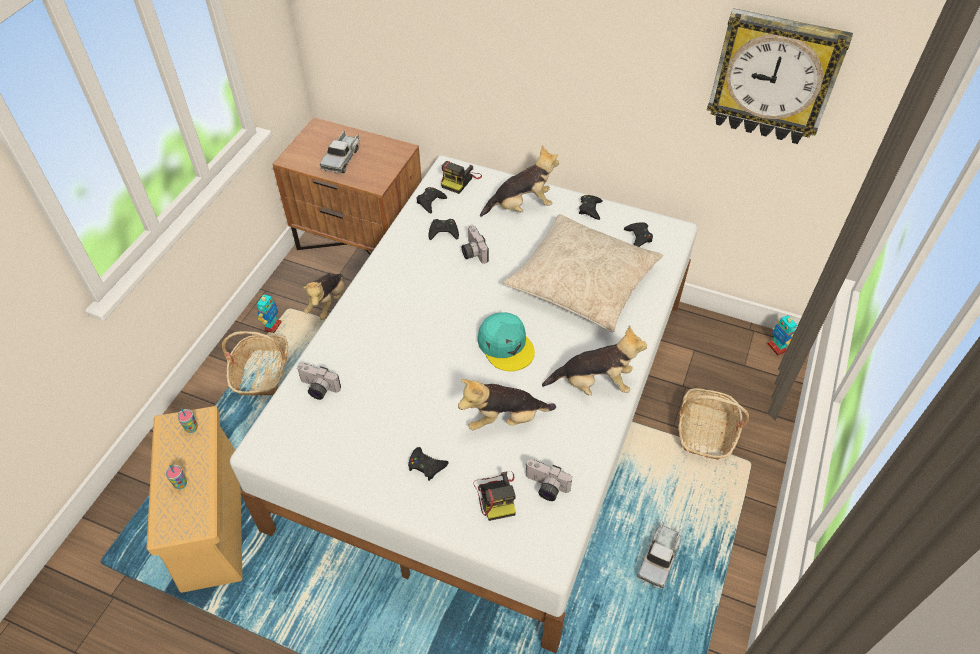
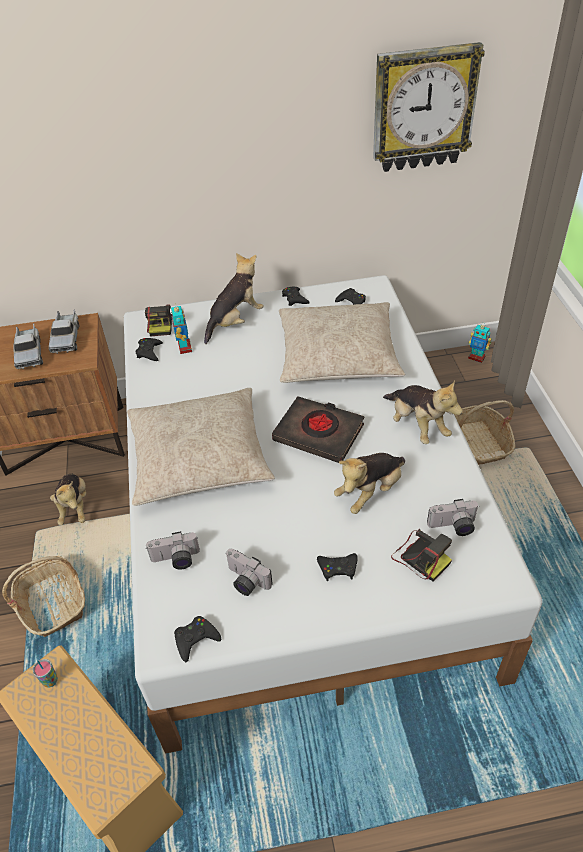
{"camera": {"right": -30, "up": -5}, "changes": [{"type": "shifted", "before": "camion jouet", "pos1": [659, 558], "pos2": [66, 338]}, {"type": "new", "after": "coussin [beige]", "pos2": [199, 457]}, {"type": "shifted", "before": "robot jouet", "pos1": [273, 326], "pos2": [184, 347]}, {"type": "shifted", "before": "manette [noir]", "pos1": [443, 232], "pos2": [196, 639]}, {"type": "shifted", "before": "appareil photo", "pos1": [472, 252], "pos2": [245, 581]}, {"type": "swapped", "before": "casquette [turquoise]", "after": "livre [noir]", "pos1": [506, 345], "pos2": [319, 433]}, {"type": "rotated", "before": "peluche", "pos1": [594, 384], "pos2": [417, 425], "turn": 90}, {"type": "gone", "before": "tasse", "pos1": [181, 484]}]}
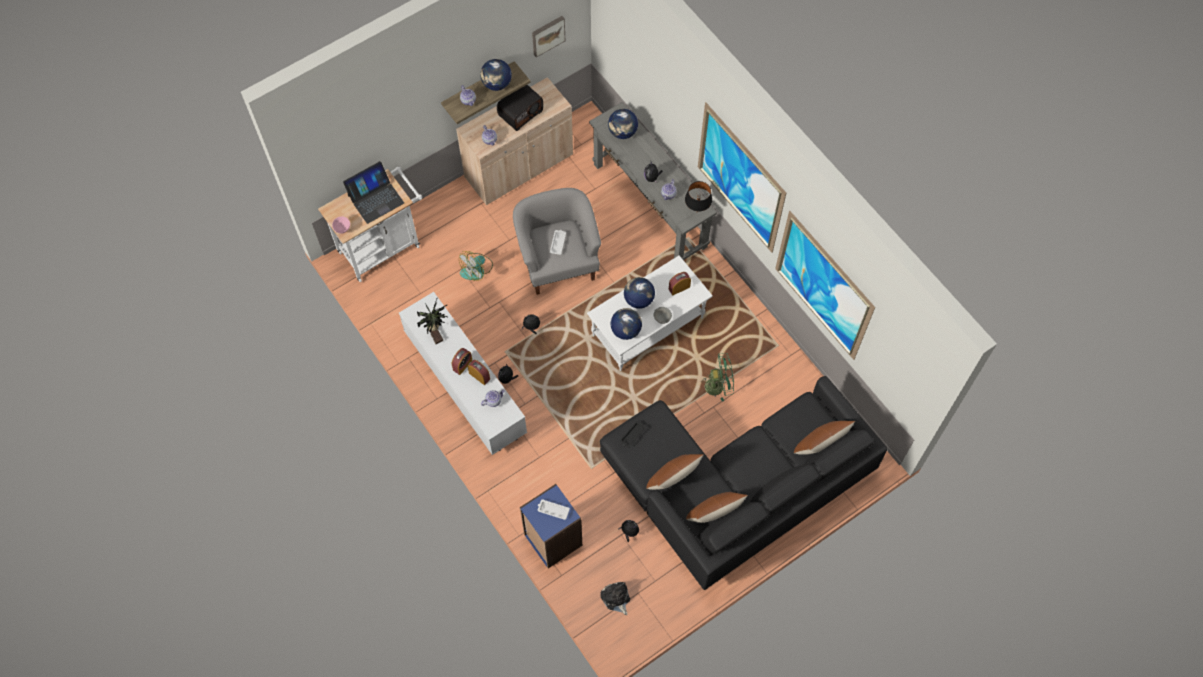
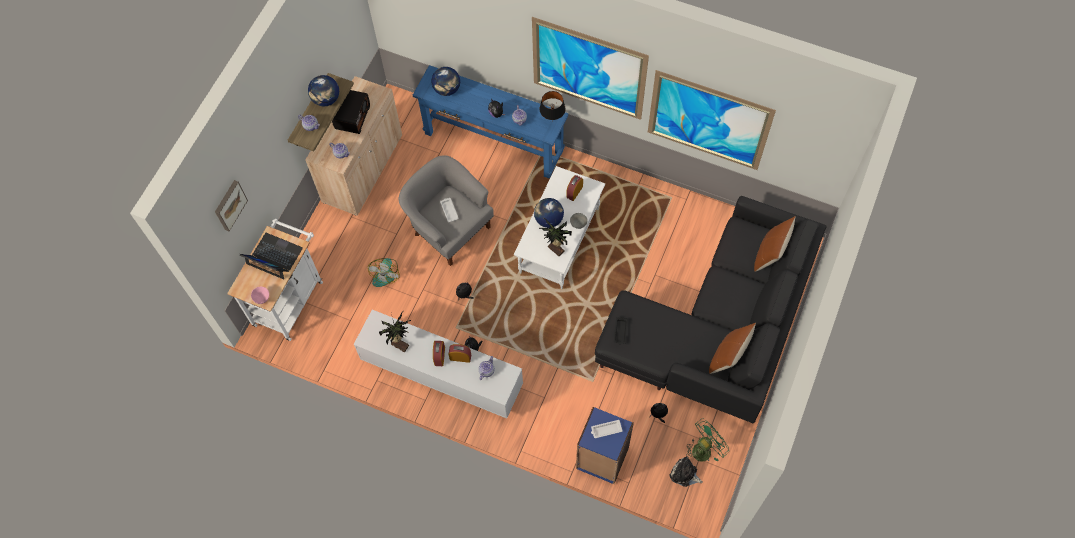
{"camera": {"right": -30, "up": 0}, "changes": [{"type": "shifted", "before": "tableau", "pos1": [547, 35], "pos2": [229, 205]}, {"type": "rotated", "before": "ordinateur portable", "pos1": [375, 199], "pos2": [274, 257], "turn": -90}, {"type": "repainted", "before": "table console [gris]", "after": "table console [bleu]", "pos1": [649, 205], "pos2": [493, 142]}, {"type": "swapped", "before": "globe", "after": "plante en pot", "pos1": [626, 330], "pos2": [555, 250]}, {"type": "shifted", "before": "ventilateur [vert]", "pos1": [718, 385], "pos2": [704, 448]}, {"type": "gone", "before": "coussin [marron]", "pos1": [672, 479]}]}
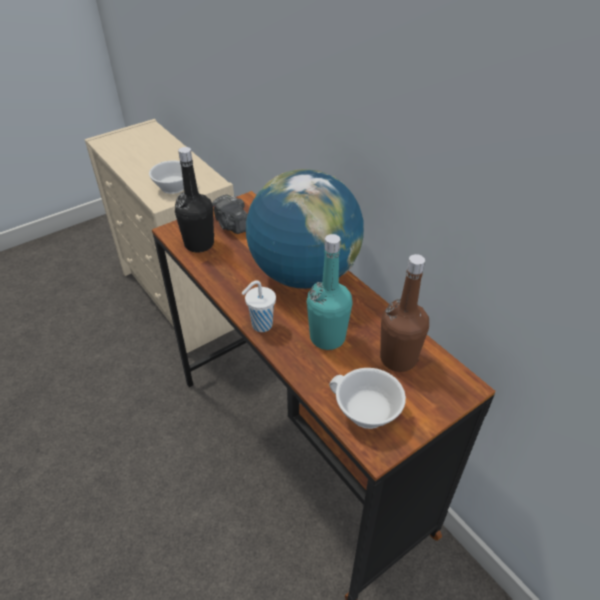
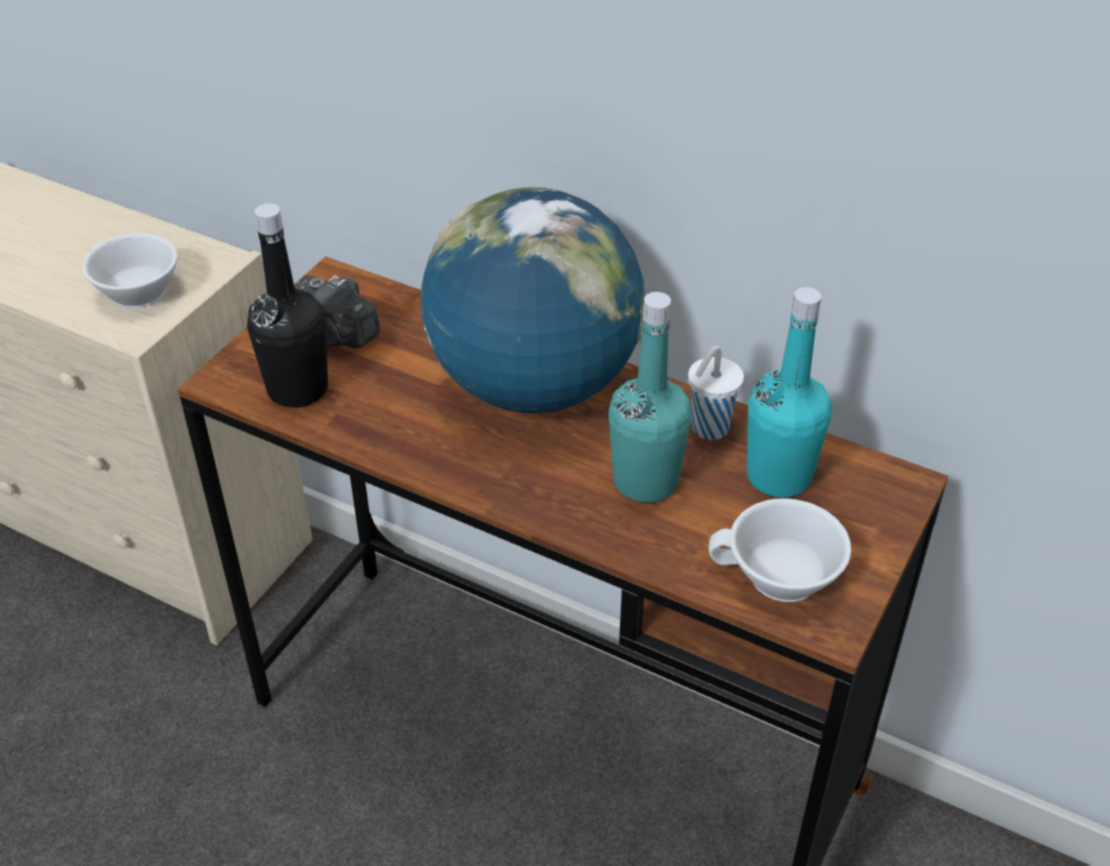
{"camera": {"right": -25, "up": 0}, "changes": [{"type": "shifted", "before": "tasse [blanc]", "pos1": [260, 325], "pos2": [708, 429]}, {"type": "repainted", "before": "bouteille [marron]", "after": "bouteille [turquoise]", "pos1": [398, 358], "pos2": [778, 476]}]}
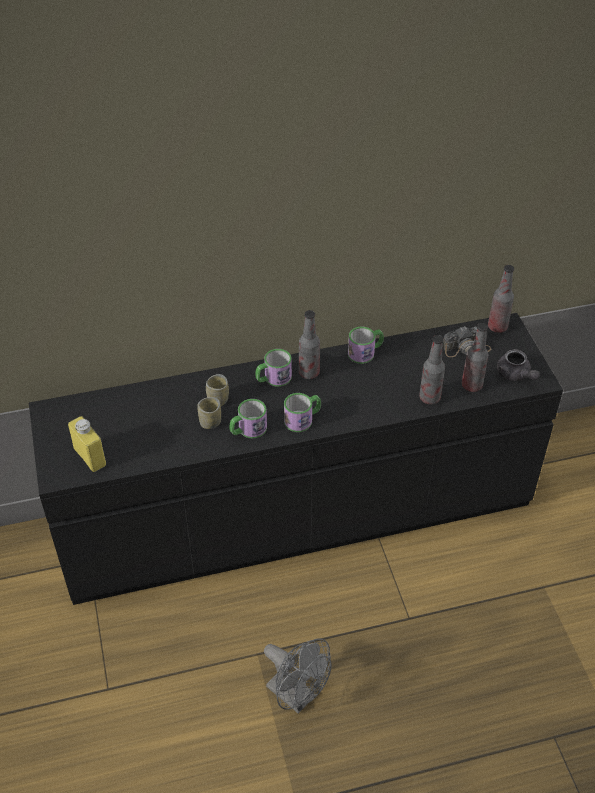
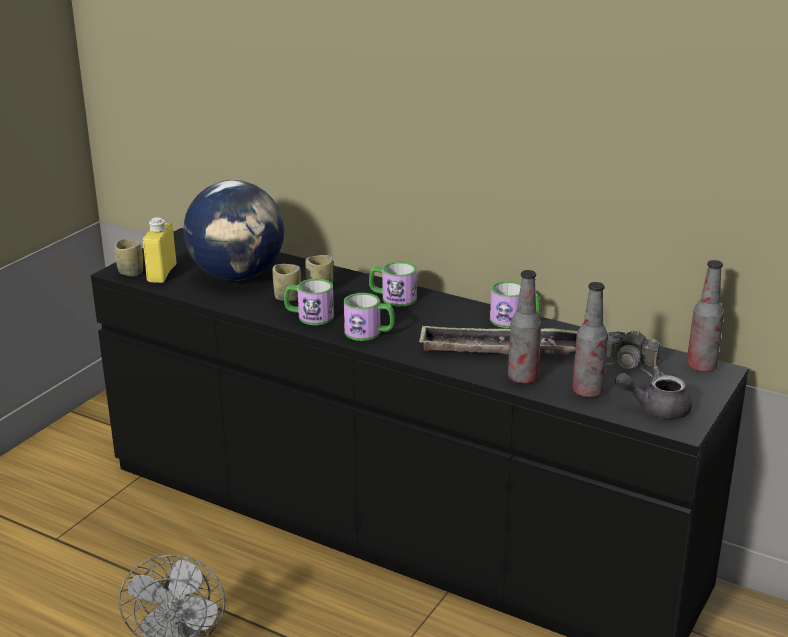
{"camera": {"right": 45, "up": -20}, "changes": [{"type": "new", "after": "tasse", "pos2": [130, 272]}, {"type": "new", "after": "globe", "pos2": [237, 276]}, {"type": "new", "after": "plateau", "pos2": [501, 349]}, {"type": "rotated", "before": "théière [gris]", "pos1": [515, 375], "pos2": [655, 408], "turn": 75}, {"type": "gone", "before": "bouteille", "pos1": [309, 373]}]}
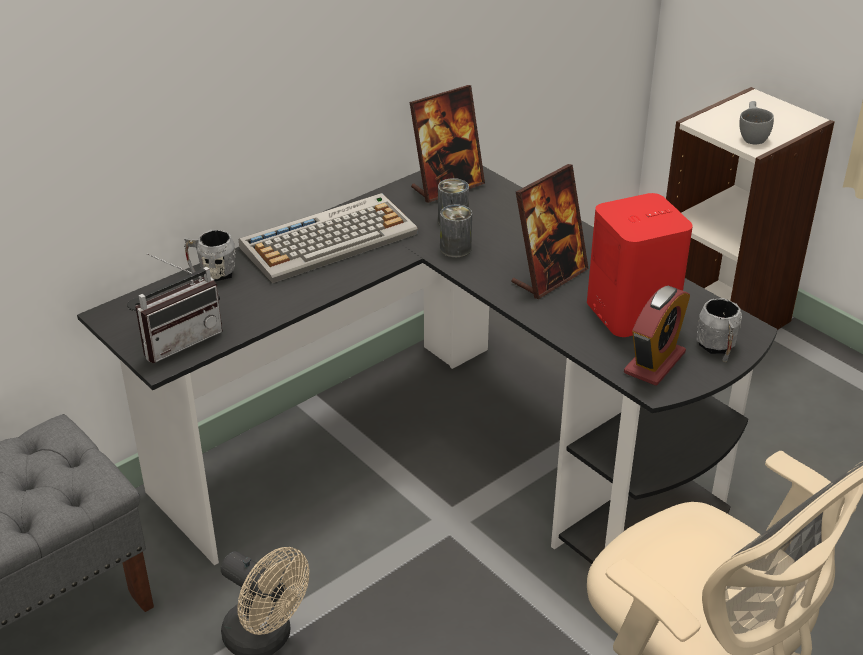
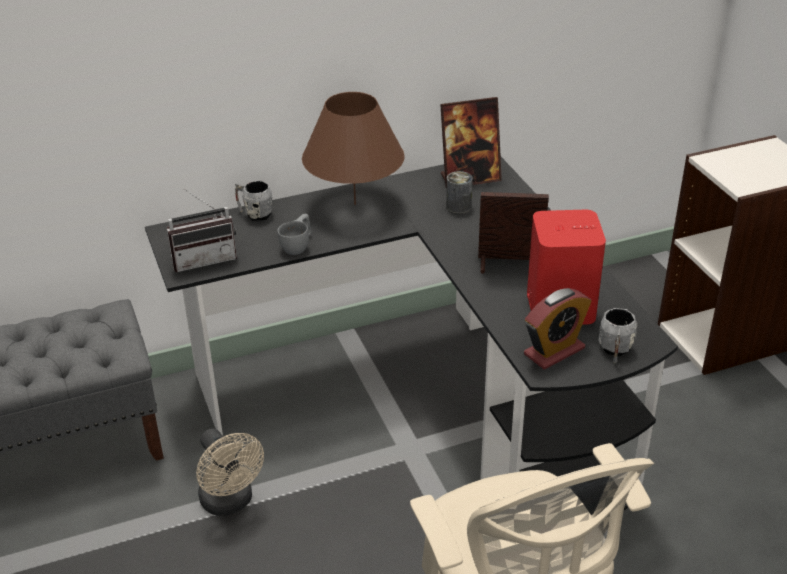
{"camera": {"right": 20, "up": 0}, "changes": [{"type": "shifted", "before": "tasse [gris]", "pos1": [753, 136], "pos2": [298, 246]}, {"type": "swapped", "before": "clavier", "after": "lampe de table [marron]", "pos1": [330, 239], "pos2": [355, 204]}, {"type": "rotated", "before": "cadre photo", "pos1": [549, 277], "pos2": [509, 265], "turn": -150}, {"type": "gone", "before": "boîte métallique", "pos1": [455, 248]}]}
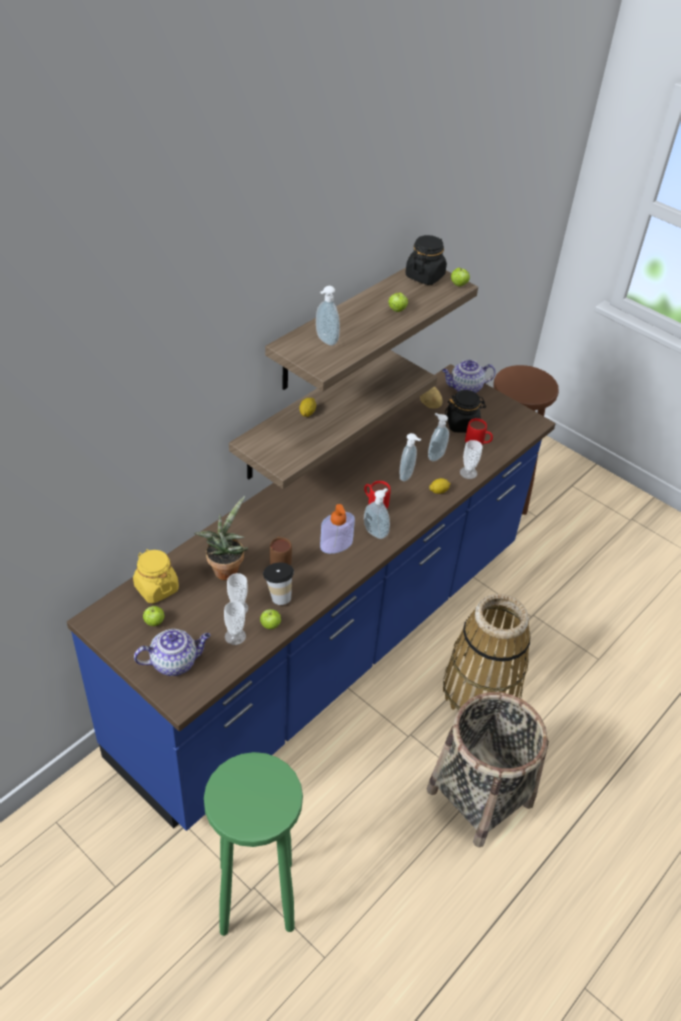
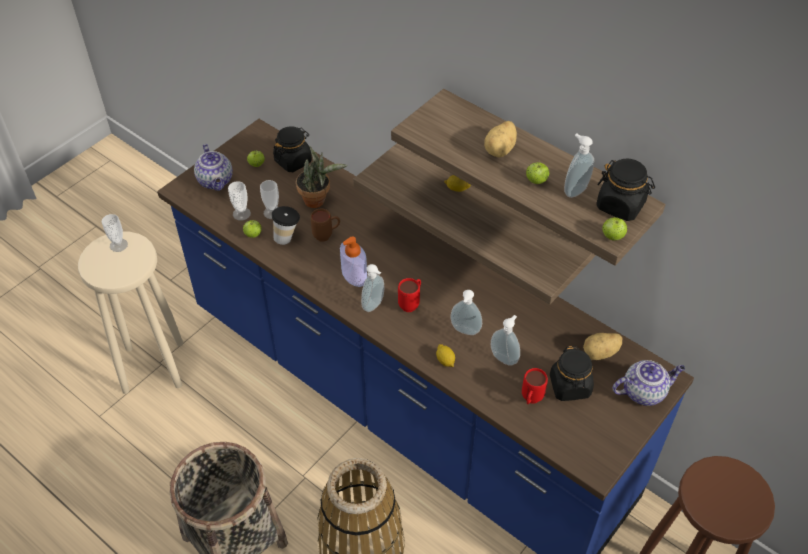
{"camera": {"right": 90, "up": 5}, "changes": [{"type": "repainted", "before": "tabouret [vert]", "after": "tabouret [beige]", "pos1": [255, 896], "pos2": [153, 366]}, {"type": "shifted", "before": "tasse", "pos1": [468, 473], "pos2": [118, 245]}, {"type": "repainted", "before": "bocal [jaune]", "after": "bocal [noir]", "pos1": [156, 588], "pos2": [293, 161]}, {"type": "new", "after": "pomme de terre", "pos2": [501, 150]}, {"type": "shifted", "before": "distributeur de savon", "pos1": [325, 341], "pos2": [574, 190]}, {"type": "rotated", "before": "théière", "pos1": [465, 388], "pos2": [644, 391], "turn": 90}]}
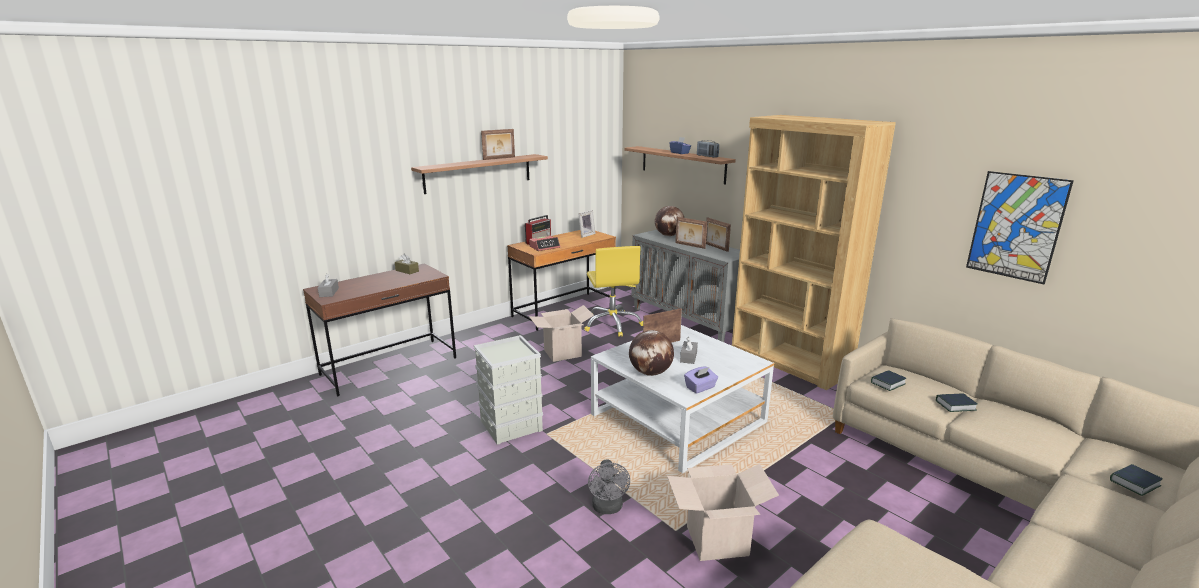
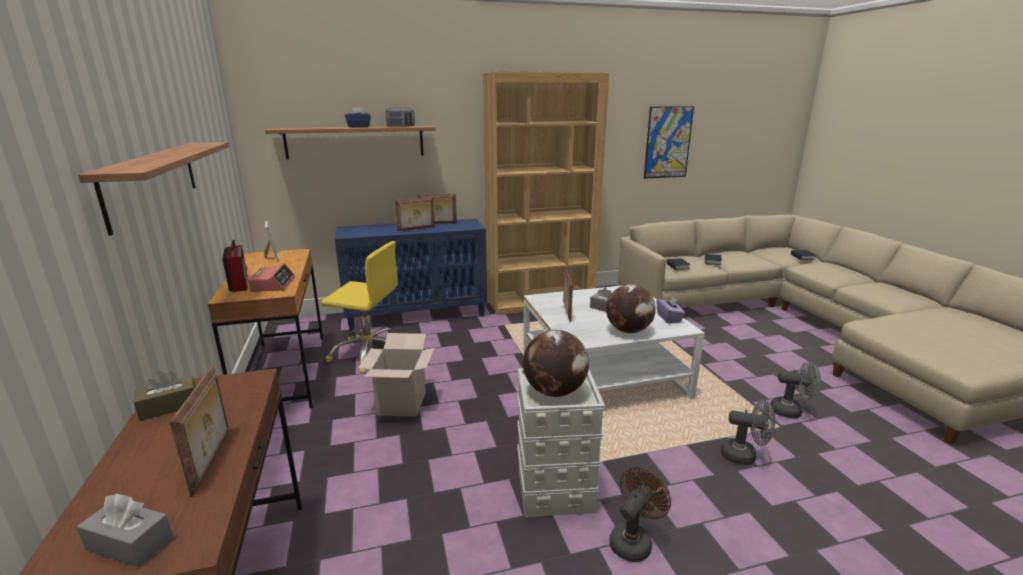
{"camera": {"right": -65, "up": 0}, "changes": [{"type": "shifted", "before": "cadre photo", "pos1": [499, 158], "pos2": [213, 460]}, {"type": "repainted", "before": "meuble de rangement [gris]", "after": "meuble de rangement [bleu]", "pos1": [687, 321], "pos2": [417, 315]}, {"type": "shifted", "before": "globe", "pos1": [669, 235], "pos2": [554, 391]}, {"type": "new", "after": "ventilateur [marron]", "pos2": [633, 540]}, {"type": "swapped", "before": "carton", "after": "ventilateur [gris]", "pos1": [717, 540], "pos2": [791, 411]}]}
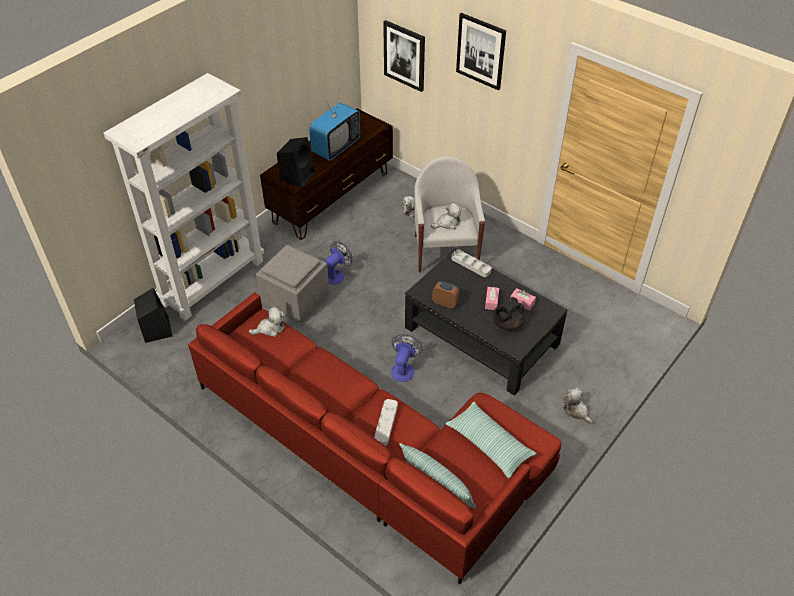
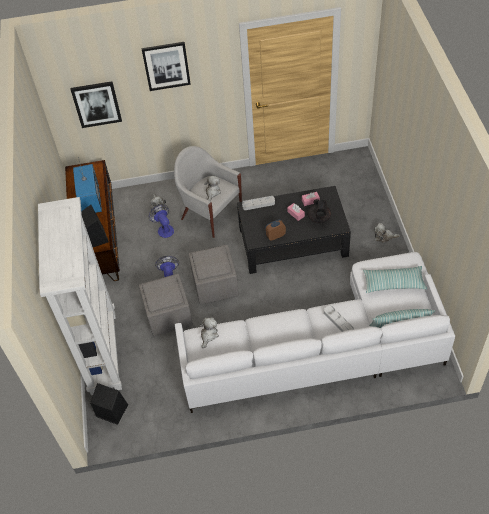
{"camera": {"right": -45, "up": 5}, "changes": [{"type": "shifted", "before": "ventilateur", "pos1": [404, 368], "pos2": [164, 229]}, {"type": "repainted", "before": "canapé [rouge]", "after": "canapé [blanc]", "pos1": [372, 449], "pos2": [323, 348]}, {"type": "new", "after": "pouf [gris]", "pos2": [214, 285]}]}
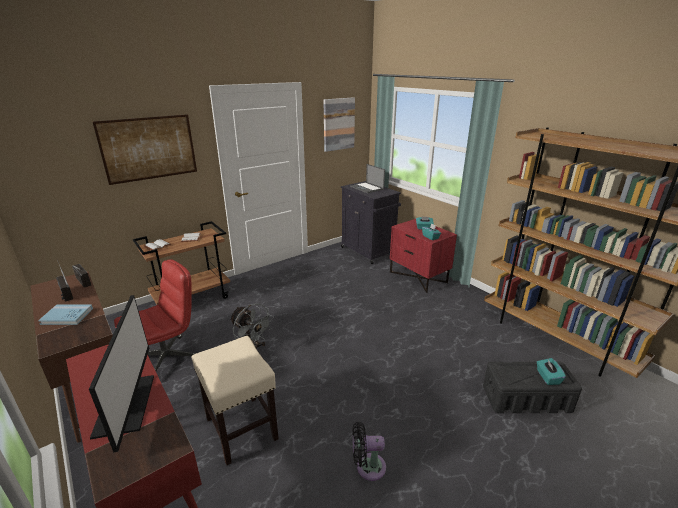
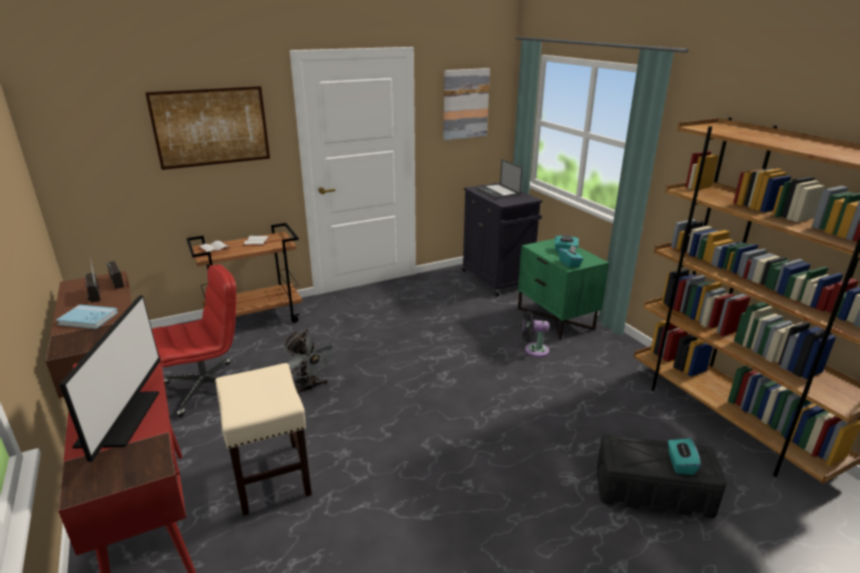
{"camera": {"right": 10, "up": 0}, "changes": [{"type": "repainted", "before": "table de chevet [rouge]", "after": "table de chevet [vert]", "pos1": [418, 277], "pos2": [556, 318]}, {"type": "shifted", "before": "ventilateur [noir]", "pos1": [367, 467], "pos2": [533, 350]}]}
